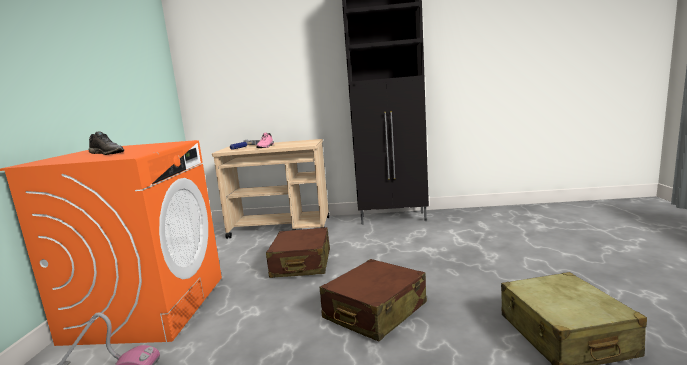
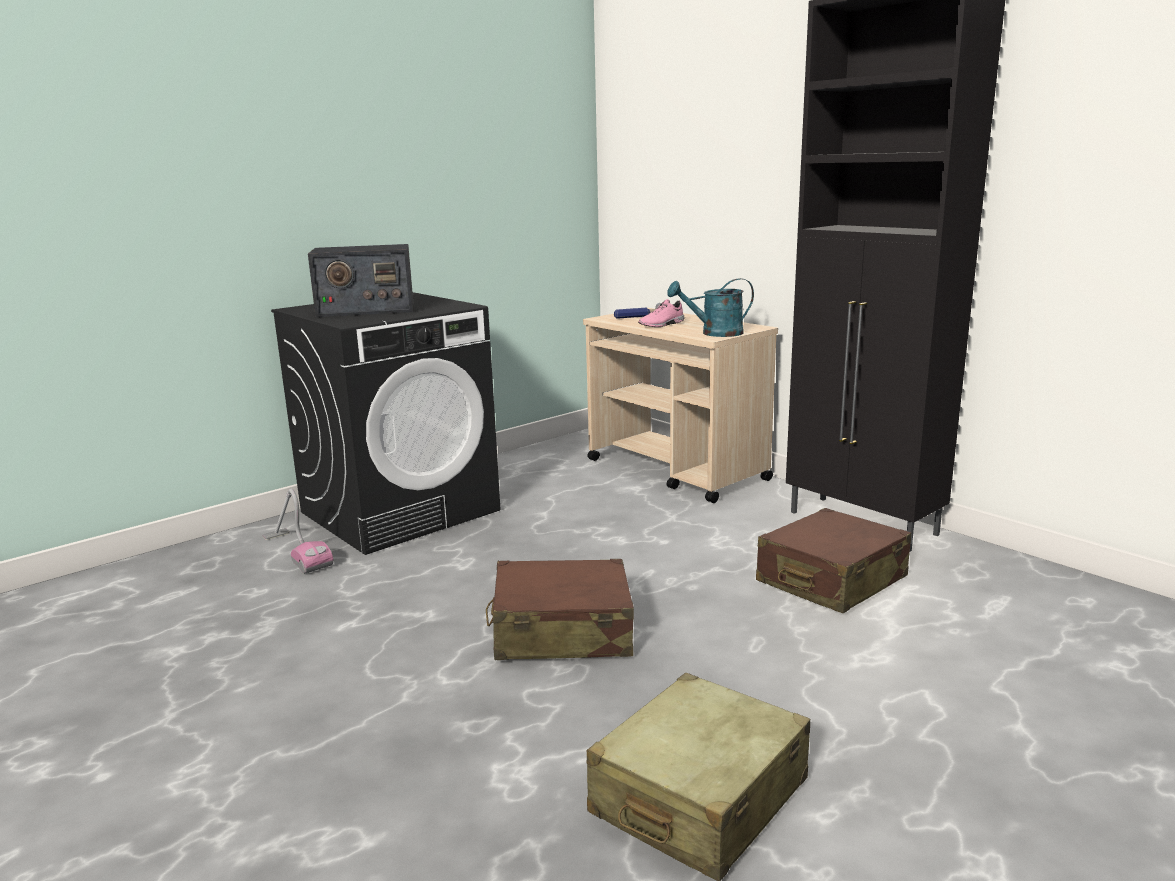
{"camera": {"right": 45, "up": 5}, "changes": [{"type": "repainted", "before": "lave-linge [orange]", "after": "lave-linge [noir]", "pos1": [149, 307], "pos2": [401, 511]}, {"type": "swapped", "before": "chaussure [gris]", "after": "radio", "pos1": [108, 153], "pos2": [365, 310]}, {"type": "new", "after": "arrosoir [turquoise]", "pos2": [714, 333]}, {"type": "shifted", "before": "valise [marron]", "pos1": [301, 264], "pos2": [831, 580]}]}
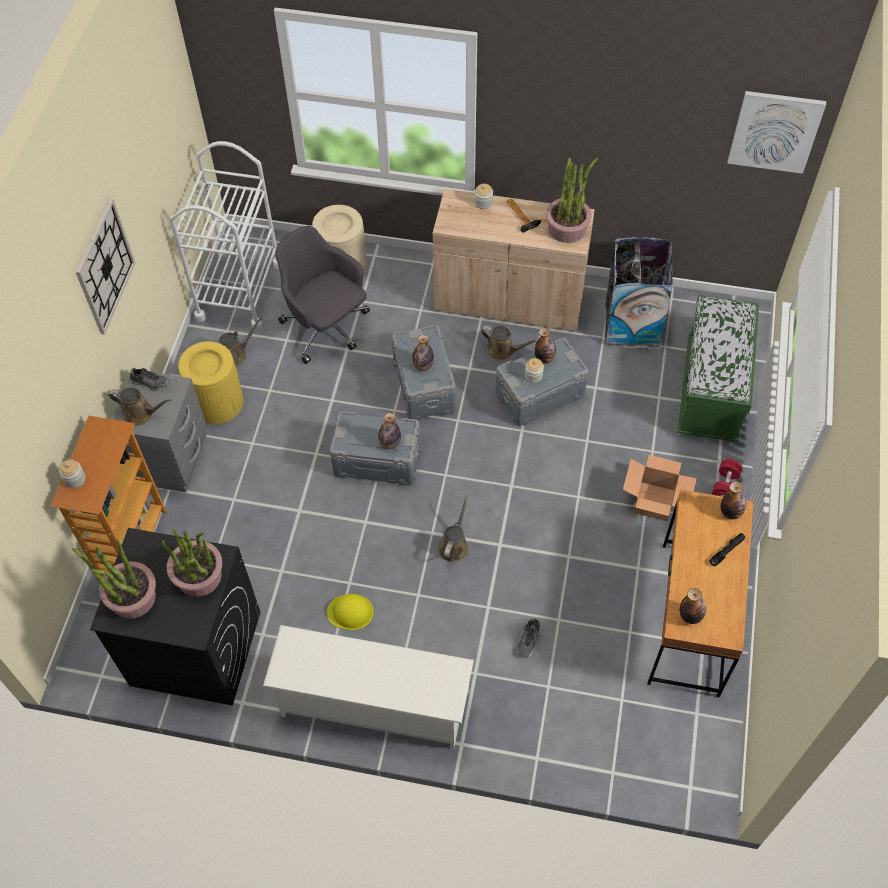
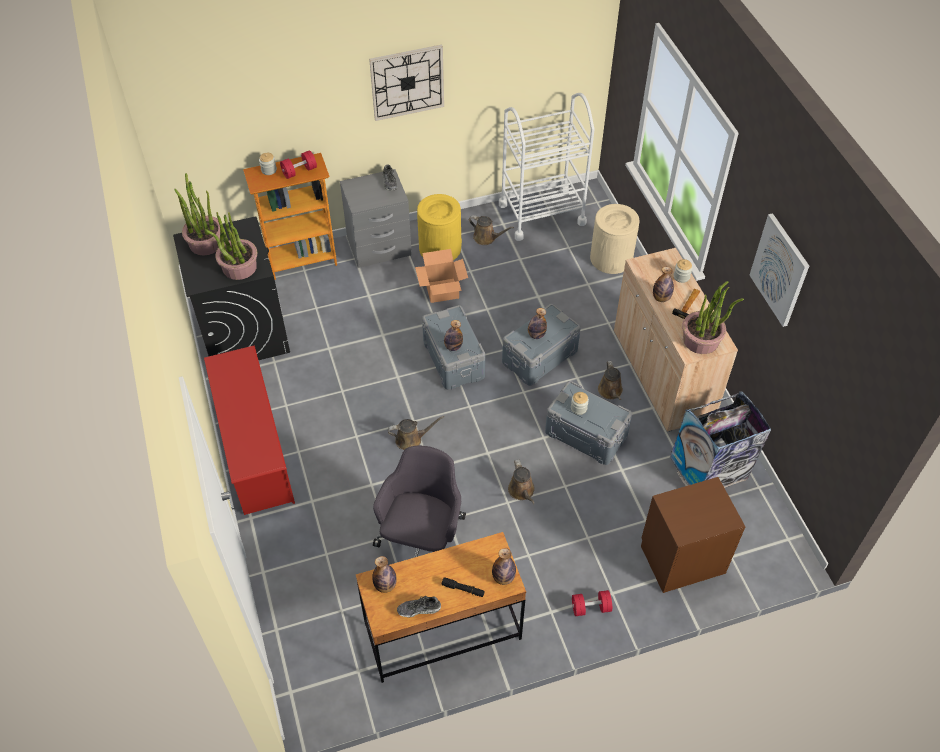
{"camera": {"right": 60, "up": -5}, "changes": [{"type": "repainted", "before": "étagère à chaussures [blanc]", "after": "étagère à chaussures [rouge]", "pos1": [373, 704], "pos2": [255, 449]}, {"type": "new", "after": "haltère [rouge]", "pos2": [299, 171]}, {"type": "shifted", "before": "chaise de bureau [gris]", "pos1": [326, 328], "pos2": [423, 540]}, {"type": "shifted", "before": "chaussure", "pos1": [529, 640], "pos2": [419, 609]}, {"type": "shifted", "before": "carton", "pos1": [653, 501], "pos2": [442, 290]}, {"type": "shifted", "before": "arrosoir [marron]", "pos1": [140, 413], "pos2": [522, 491]}, {"type": "swapped", "before": "banc [vert]", "after": "table de chevet [marron]", "pos1": [711, 391], "pos2": [682, 558]}, {"type": "shifted", "before": "bouteille", "pos1": [544, 358], "pos2": [661, 298]}, {"type": "shifted", "before": "tableau", "pos1": [775, 131], "pos2": [780, 270]}, {"type": "gone", "before": "casque de chantier [jaune]", "pos1": [350, 612]}]}
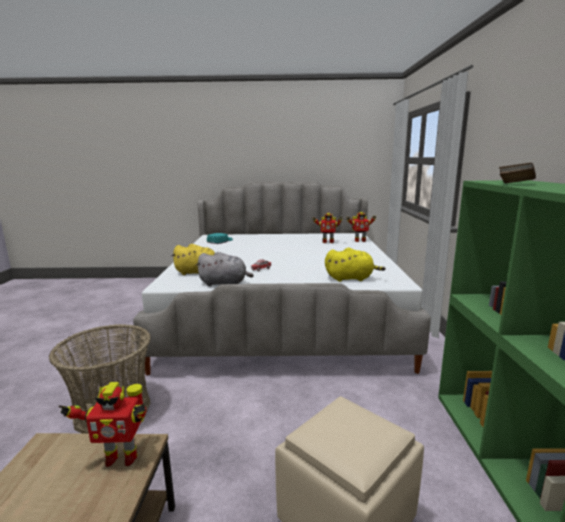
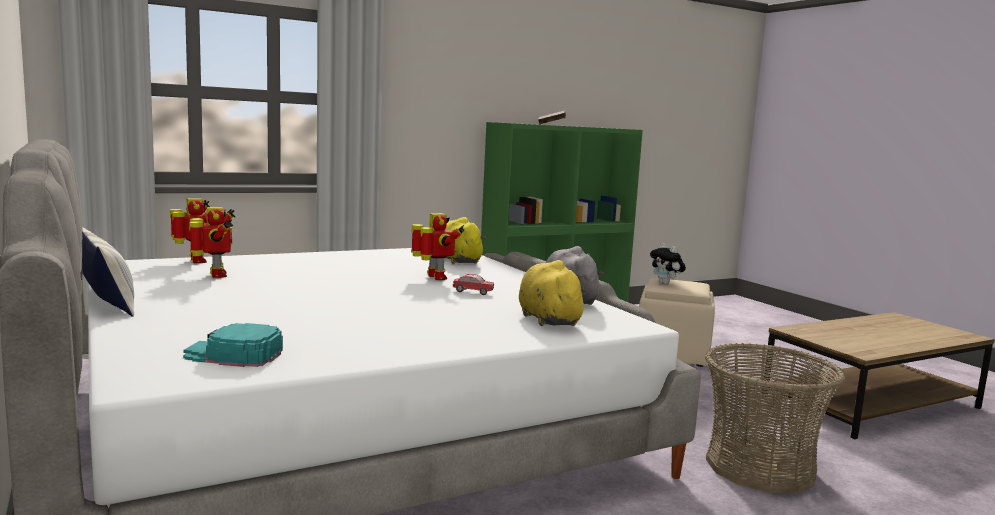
{"camera": {"right": -120, "up": -5}, "changes": [{"type": "new", "after": "coussin", "pos2": [106, 299]}, {"type": "shifted", "before": "robot jouet", "pos1": [121, 457], "pos2": [435, 278]}, {"type": "new", "after": "peluche", "pos2": [666, 284]}]}
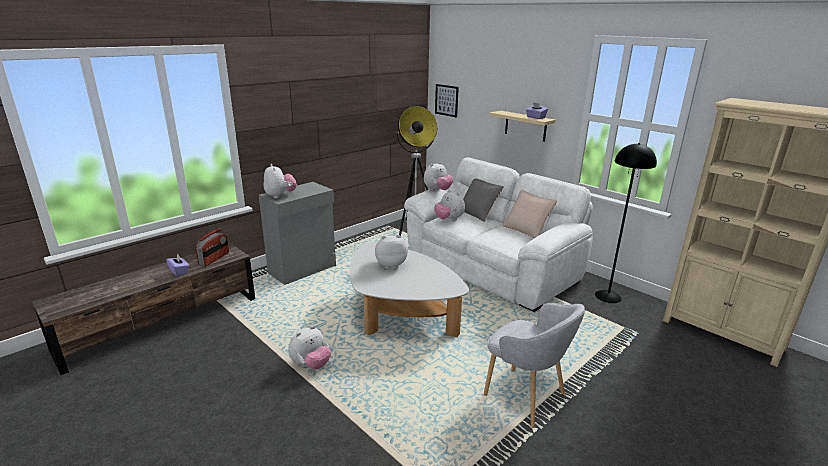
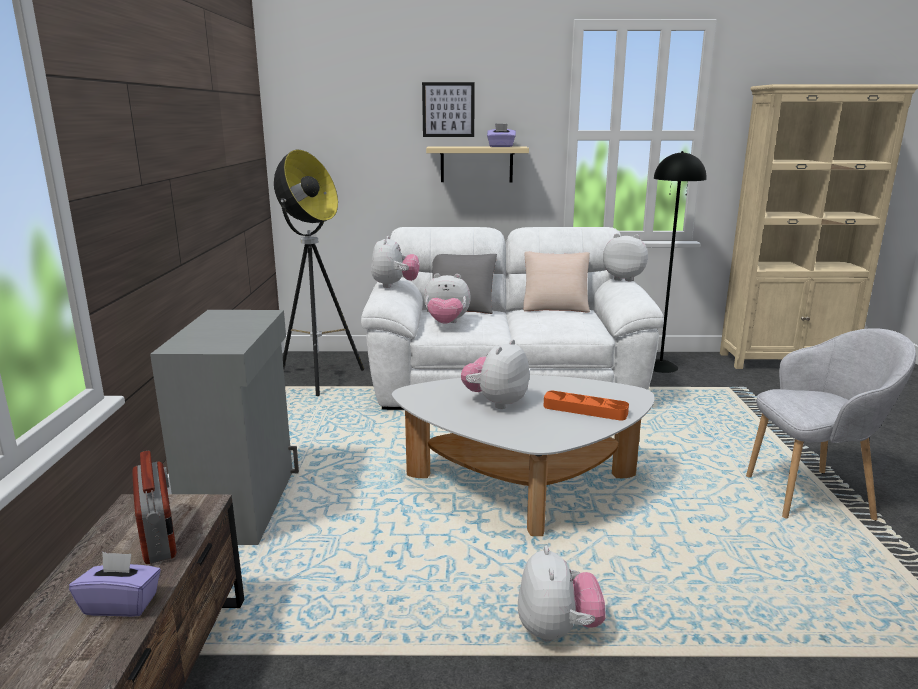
{"camera": {"right": -45, "up": -5}, "changes": [{"type": "shifted", "before": "tableau", "pos1": [446, 100], "pos2": [448, 110]}, {"type": "new", "after": "plateau [orange]", "pos2": [585, 410]}, {"type": "shifted", "before": "peluche", "pos1": [280, 196], "pos2": [624, 278]}]}
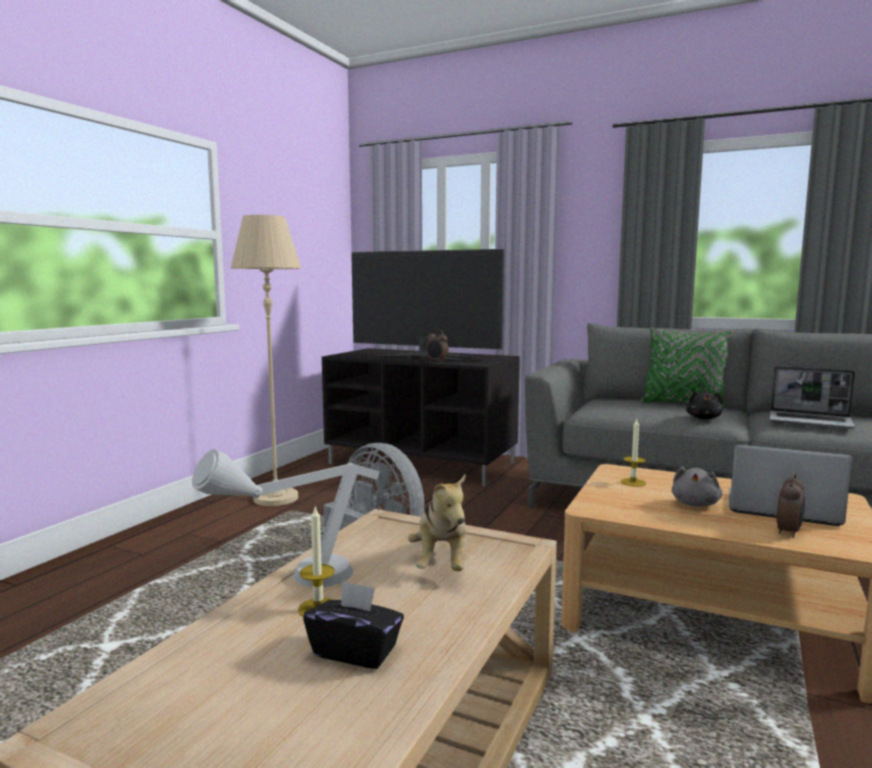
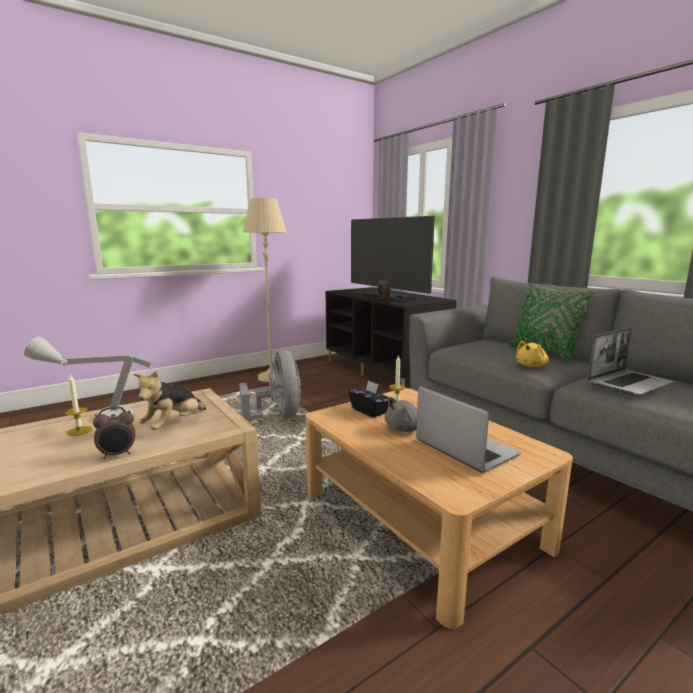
{"camera": {"right": 30, "up": 5}, "changes": [{"type": "shifted", "before": "réveil", "pos1": [789, 532], "pos2": [118, 454]}, {"type": "shifted", "before": "boîte à mouchoirs [noir]", "pos1": [355, 651], "pos2": [369, 411]}, {"type": "repainted", "before": "peluche [noir]", "after": "peluche [jaune]", "pos1": [704, 418], "pos2": [531, 366]}, {"type": "rotated", "before": "ordinateur portable", "pos1": [811, 421], "pos2": [629, 383], "turn": -90}]}
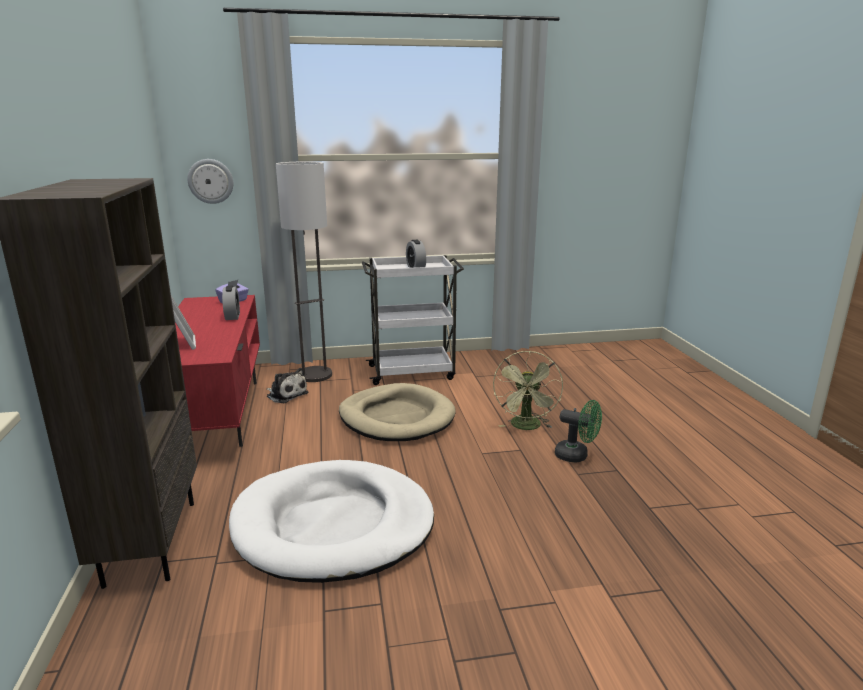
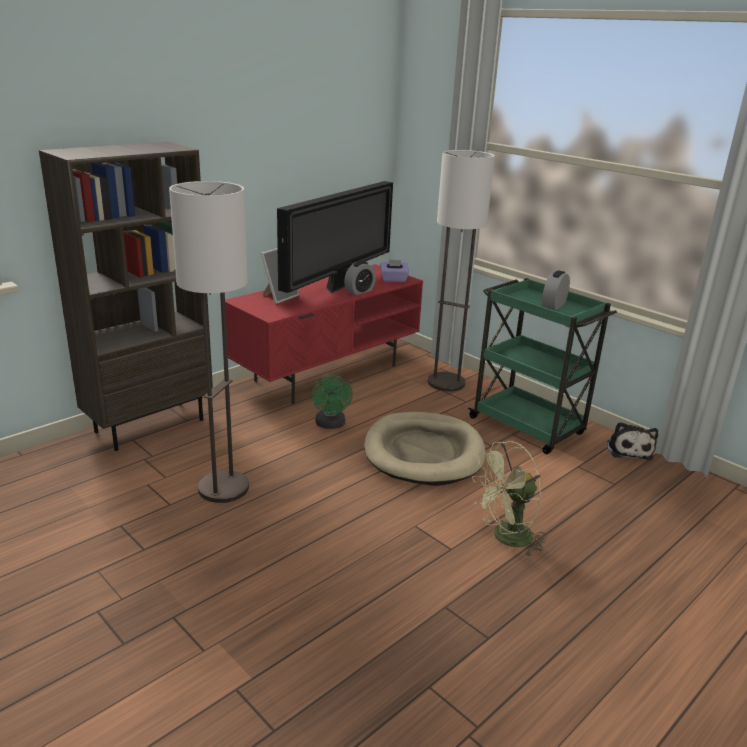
{"camera": {"right": 55, "up": 5}, "changes": [{"type": "swapped", "before": "panier pour chien [blanc]", "after": "lampadaire", "pos1": [333, 525], "pos2": [223, 488]}, {"type": "new", "after": "téléviseur", "pos2": [339, 286]}, {"type": "shifted", "before": "ventilateur [vert]", "pos1": [576, 456], "pos2": [331, 425]}, {"type": "repainted", "before": "chariot [blanc]", "after": "chariot [vert]", "pos1": [413, 372], "pos2": [528, 427]}, {"type": "shifted", "before": "peluche", "pos1": [286, 394], "pos2": [628, 449]}, {"type": "gone", "before": "horloge murale", "pos1": [210, 181]}]}
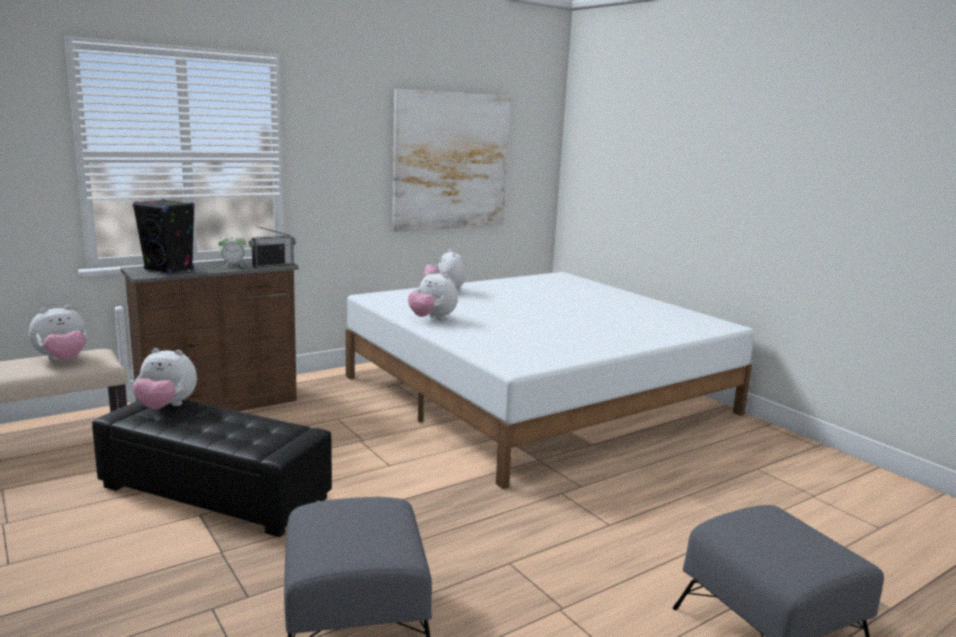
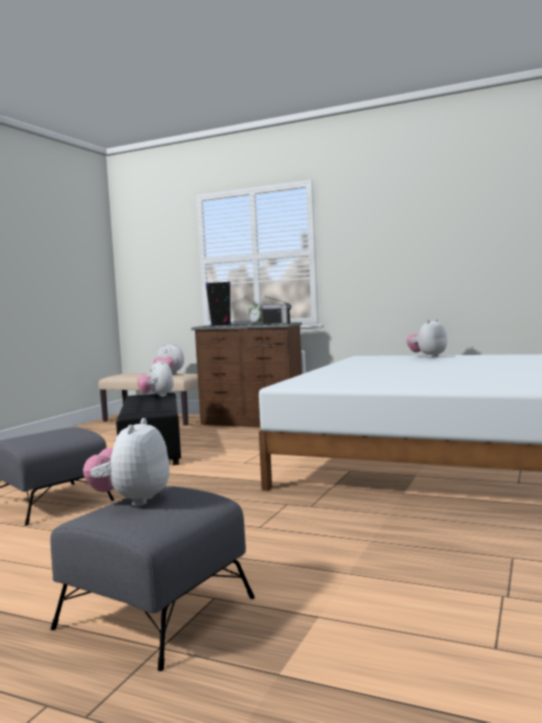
{"camera": {"right": 60, "up": -10}, "changes": [{"type": "shifted", "before": "peluche", "pos1": [432, 319], "pos2": [132, 500]}, {"type": "gone", "before": "tableau", "pos1": [451, 161]}]}
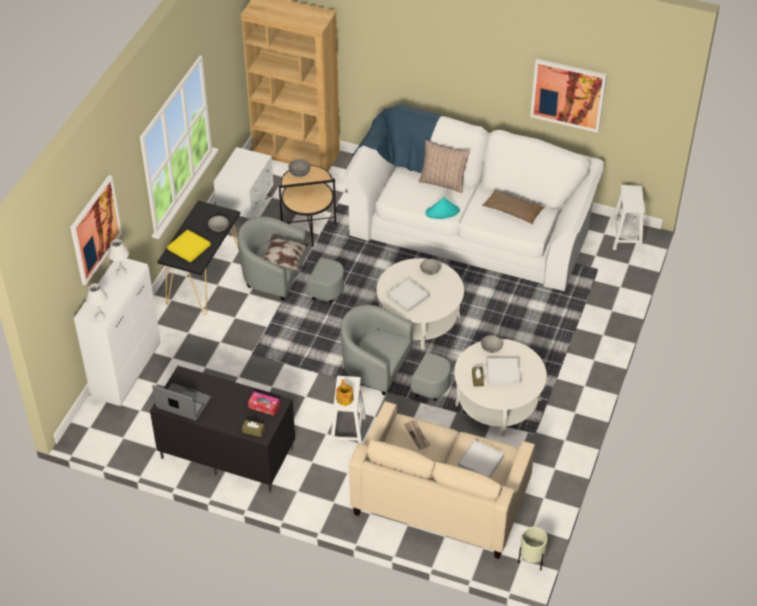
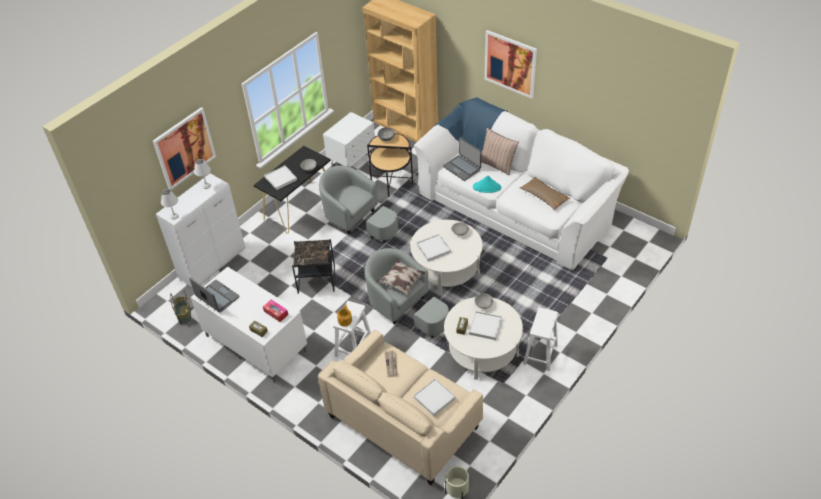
{"camera": {"right": 20, "up": 0}, "changes": [{"type": "new", "after": "panier", "pos2": [184, 314]}, {"type": "repainted", "before": "meuble télé [noir]", "after": "meuble télé [blanc]", "pos1": [225, 454], "pos2": [254, 343]}, {"type": "repainted", "before": "plateau [jaune]", "after": "plateau [blanc]", "pos1": [189, 247], "pos2": [281, 178]}, {"type": "new", "after": "table d'appoint [noir]", "pos2": [316, 280]}, {"type": "shifted", "before": "coussin", "pos1": [283, 260], "pos2": [401, 282]}, {"type": "new", "after": "ordinateur portable", "pos2": [462, 168]}, {"type": "shifted", "before": "tableau", "pos1": [568, 95], "pos2": [510, 63]}, {"type": "shifted", "before": "tabouret [blanc]", "pos1": [626, 238], "pos2": [540, 355]}]}
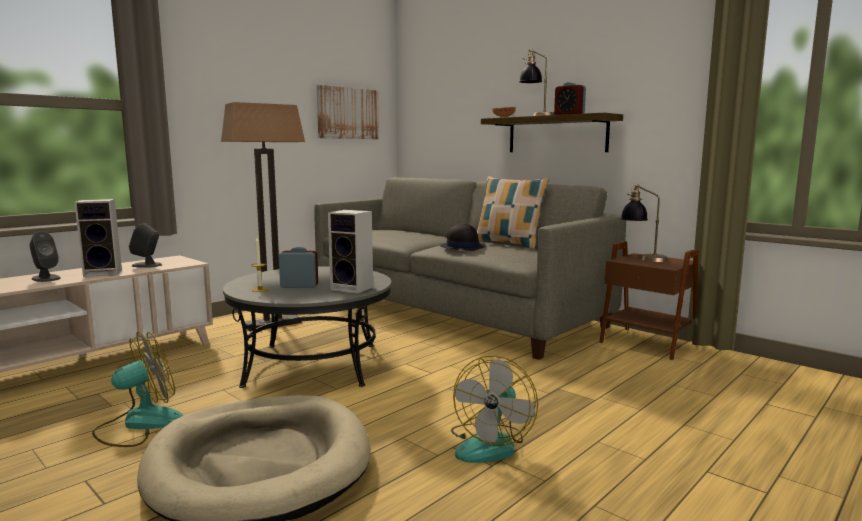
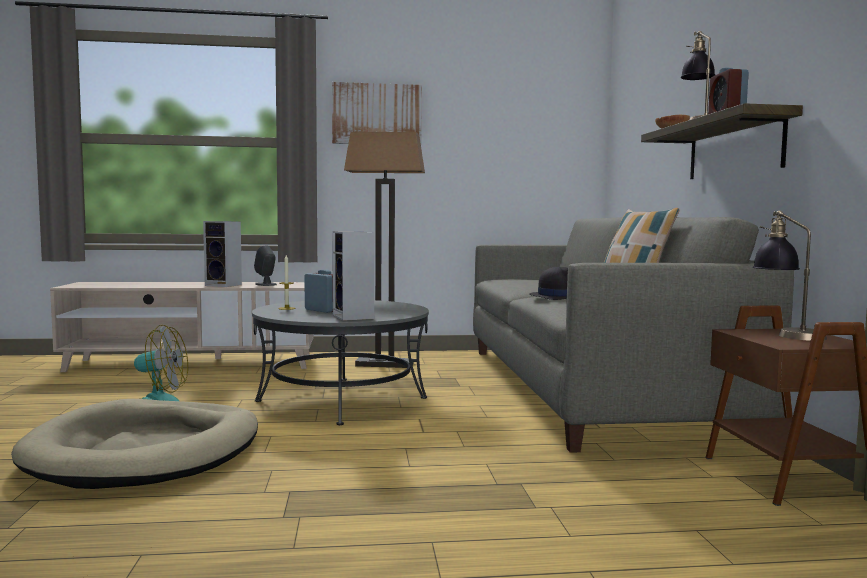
{"camera": {"right": 40, "up": -5}, "changes": [{"type": "shifted", "before": "tableau", "pos1": [347, 113], "pos2": [377, 114]}, {"type": "gone", "before": "enceinte [gris]", "pos1": [46, 278]}, {"type": "gone", "before": "ventilateur", "pos1": [491, 444]}]}
